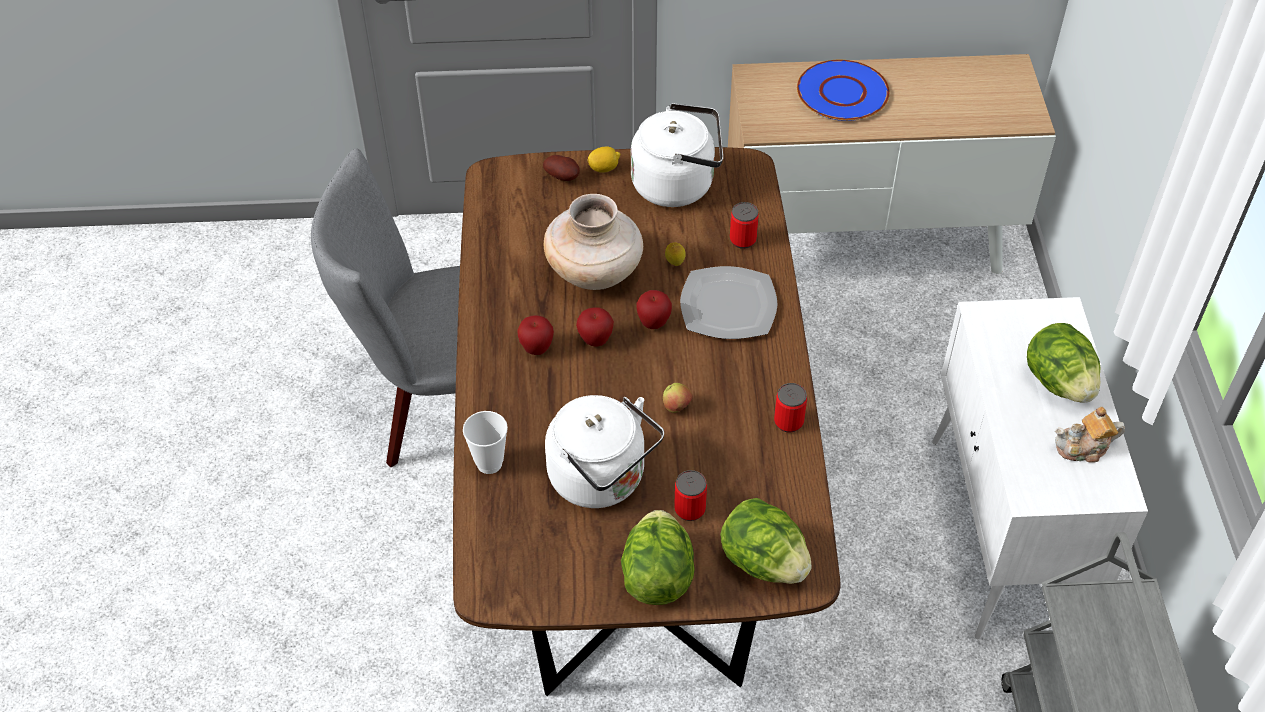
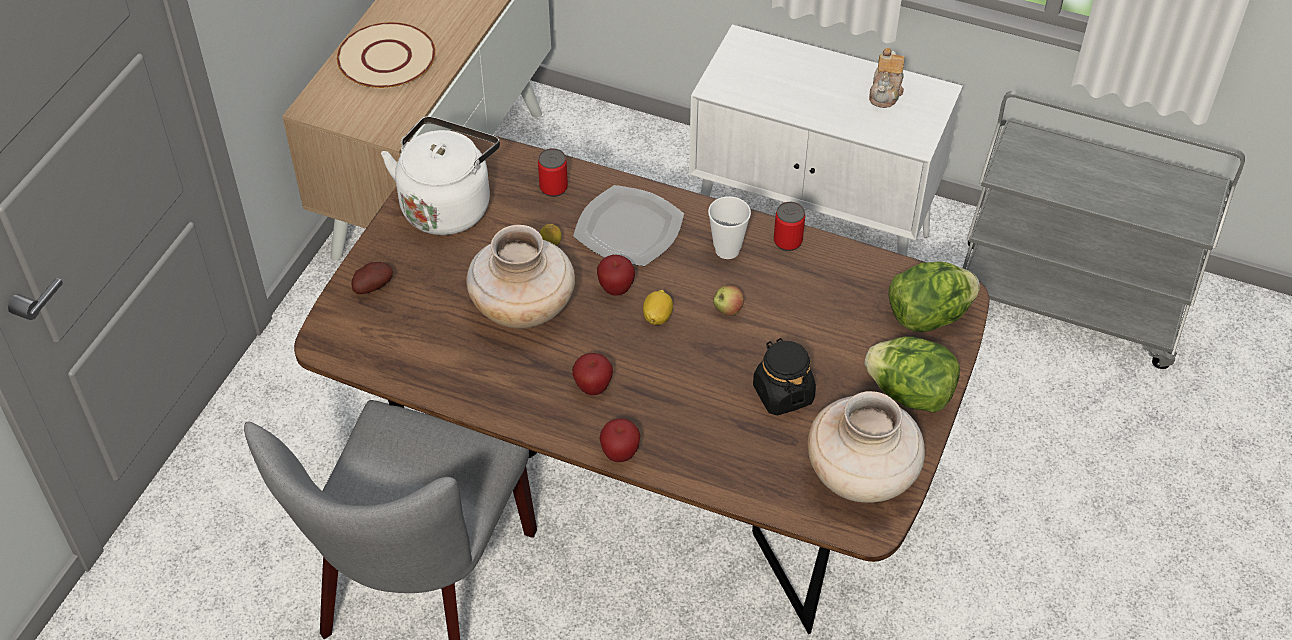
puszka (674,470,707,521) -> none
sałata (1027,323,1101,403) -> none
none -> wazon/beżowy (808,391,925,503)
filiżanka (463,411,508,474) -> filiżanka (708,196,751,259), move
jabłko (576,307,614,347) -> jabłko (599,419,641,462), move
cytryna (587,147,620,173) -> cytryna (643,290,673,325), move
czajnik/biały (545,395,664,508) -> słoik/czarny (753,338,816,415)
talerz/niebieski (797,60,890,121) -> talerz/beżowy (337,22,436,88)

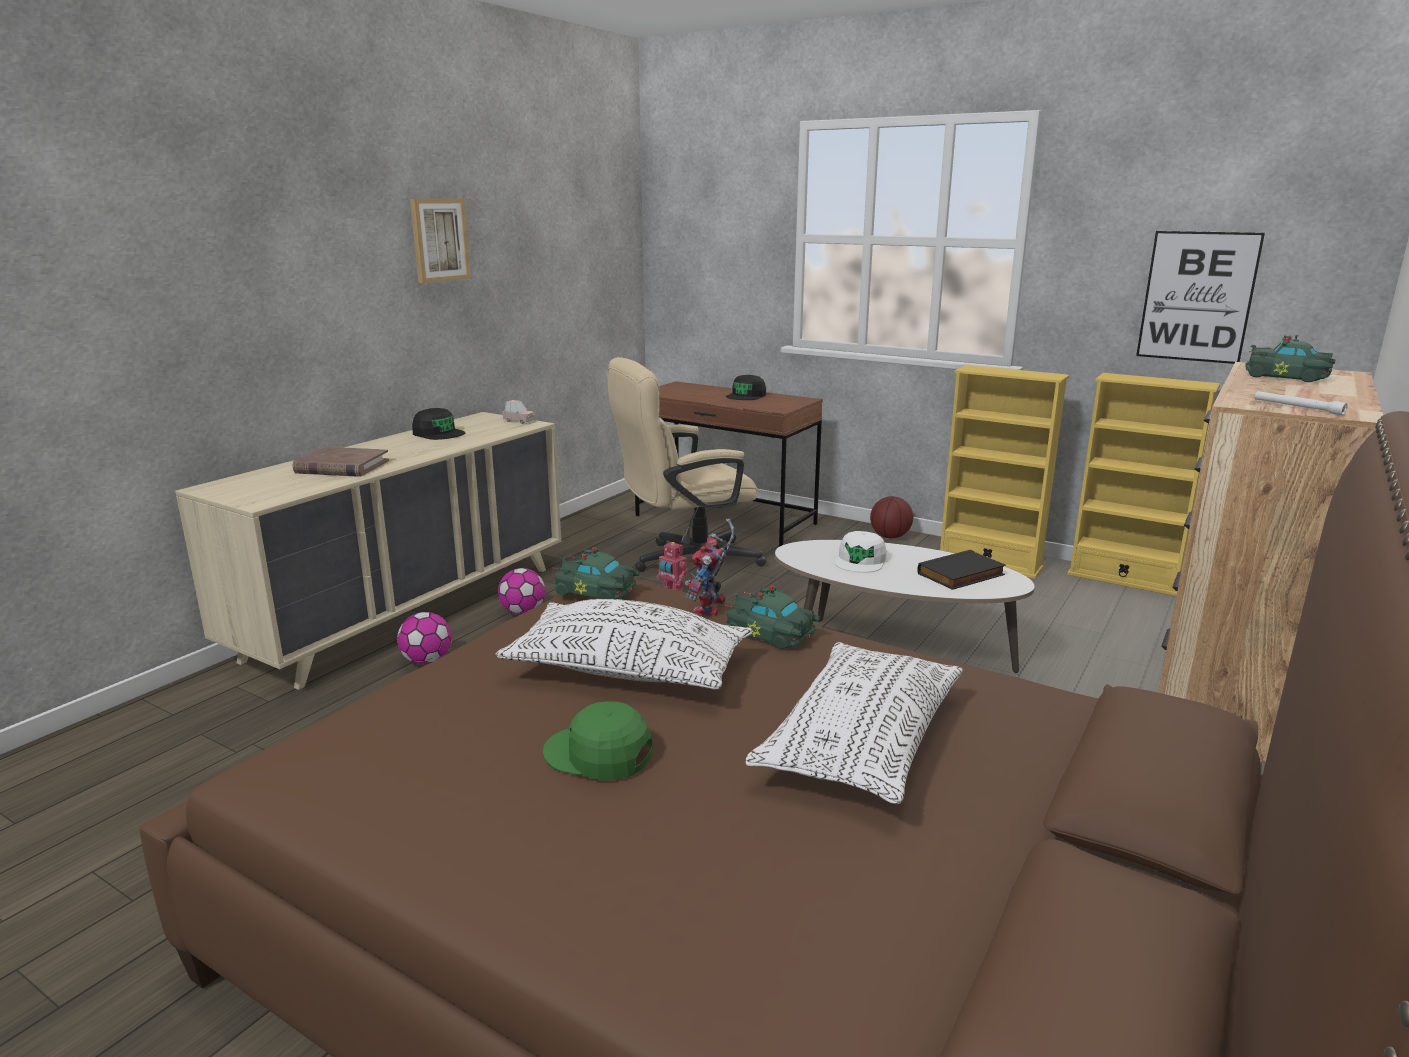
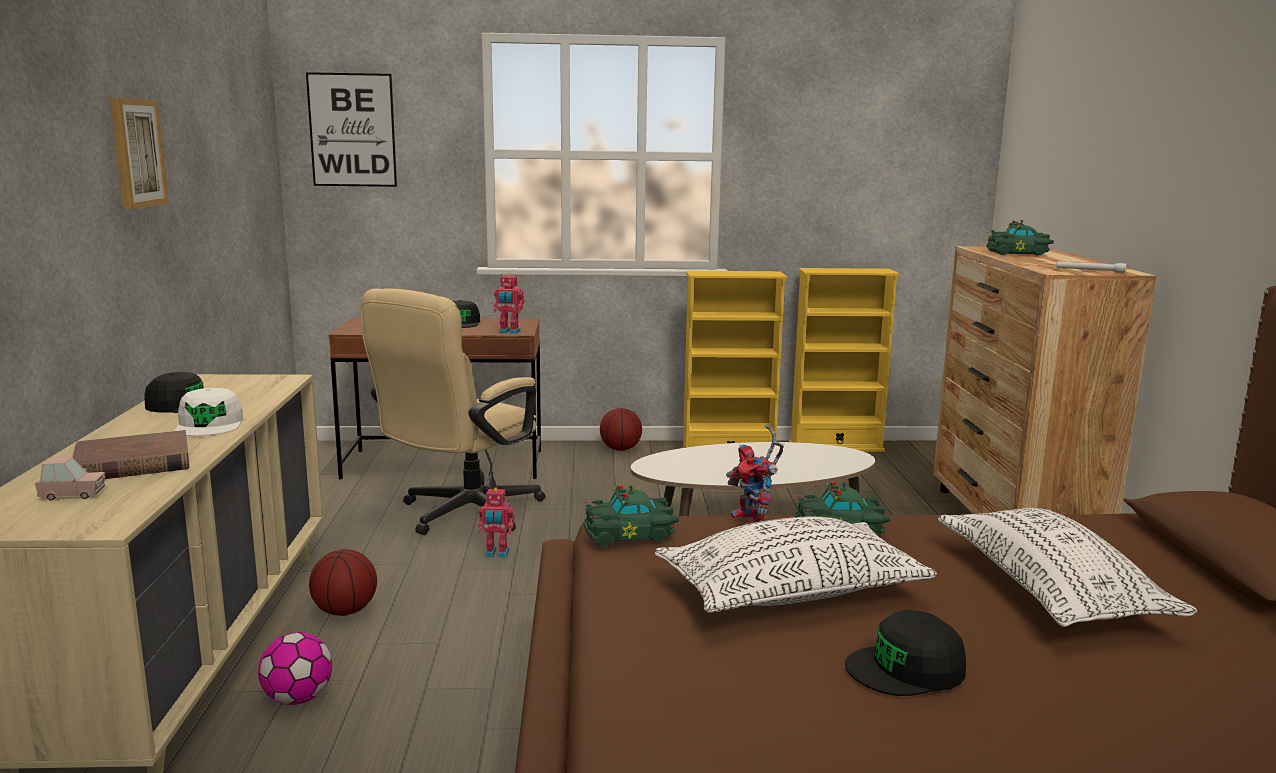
książka/czarny (917,550,1006,590) -> none
none -> robot zabawkowy (493,273,525,334)
samochodzik/różowy (502,400,535,424) -> samochodzik/różowy (35,457,105,501), move
czapka z daszkiem/biały (835,531,887,573) -> czapka z daszkiem/biały (175,388,243,436), move
obraz (1136,231,1265,364) -> obraz (306,72,397,187), move
piłka futbolowa (498,568,546,615) -> piłka do koszykówki (309,549,377,616)
czapka z daszkiem/zielony (543,701,653,780) -> czapka z daszkiem/czarny (845,610,966,696)

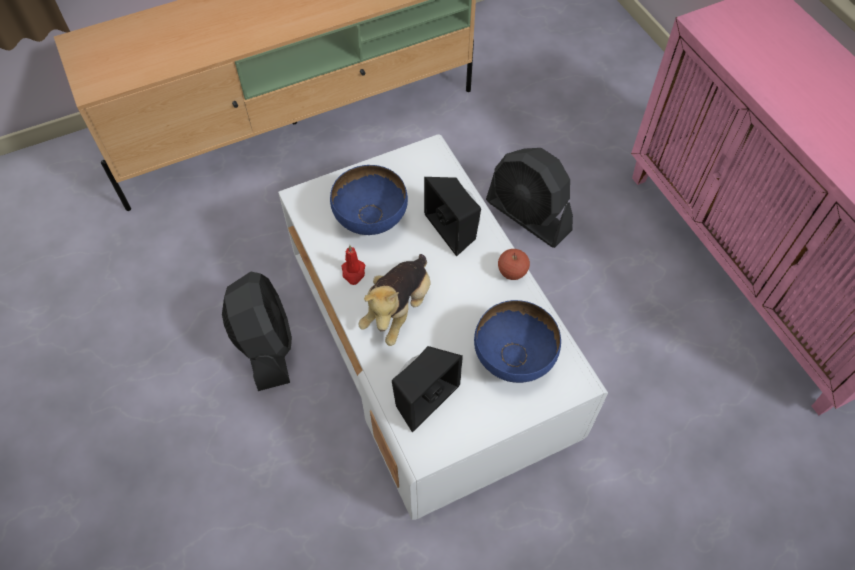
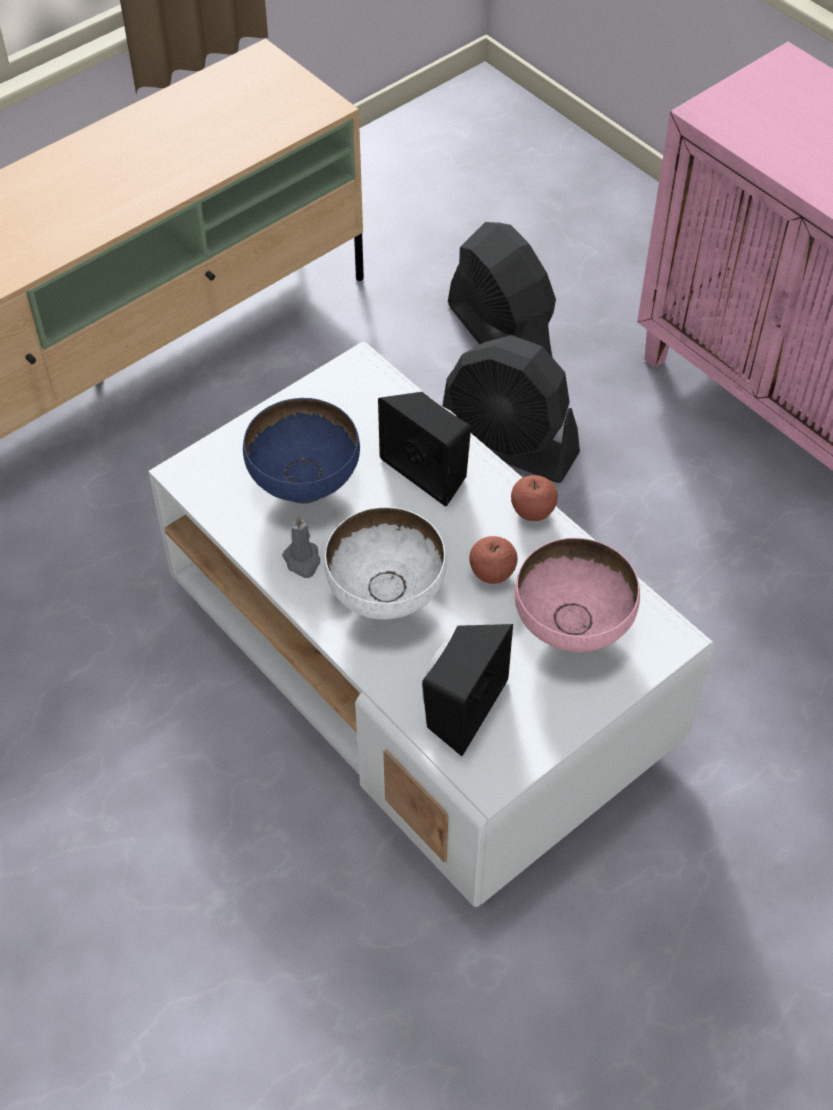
none -> jabłko (469,536,518,584)
wentylator/czarny (222,271,292,391) -> wentylator/czarny (448,222,556,356), move
pluszak (358,254,431,346) -> miska/biały (324,507,447,620)
świeca/czerwony (342,245,365,285) -> świeca/szary (282,515,320,578)
miska/niebieski (474,300,561,383) -> miska/różowy (514,538,640,652)

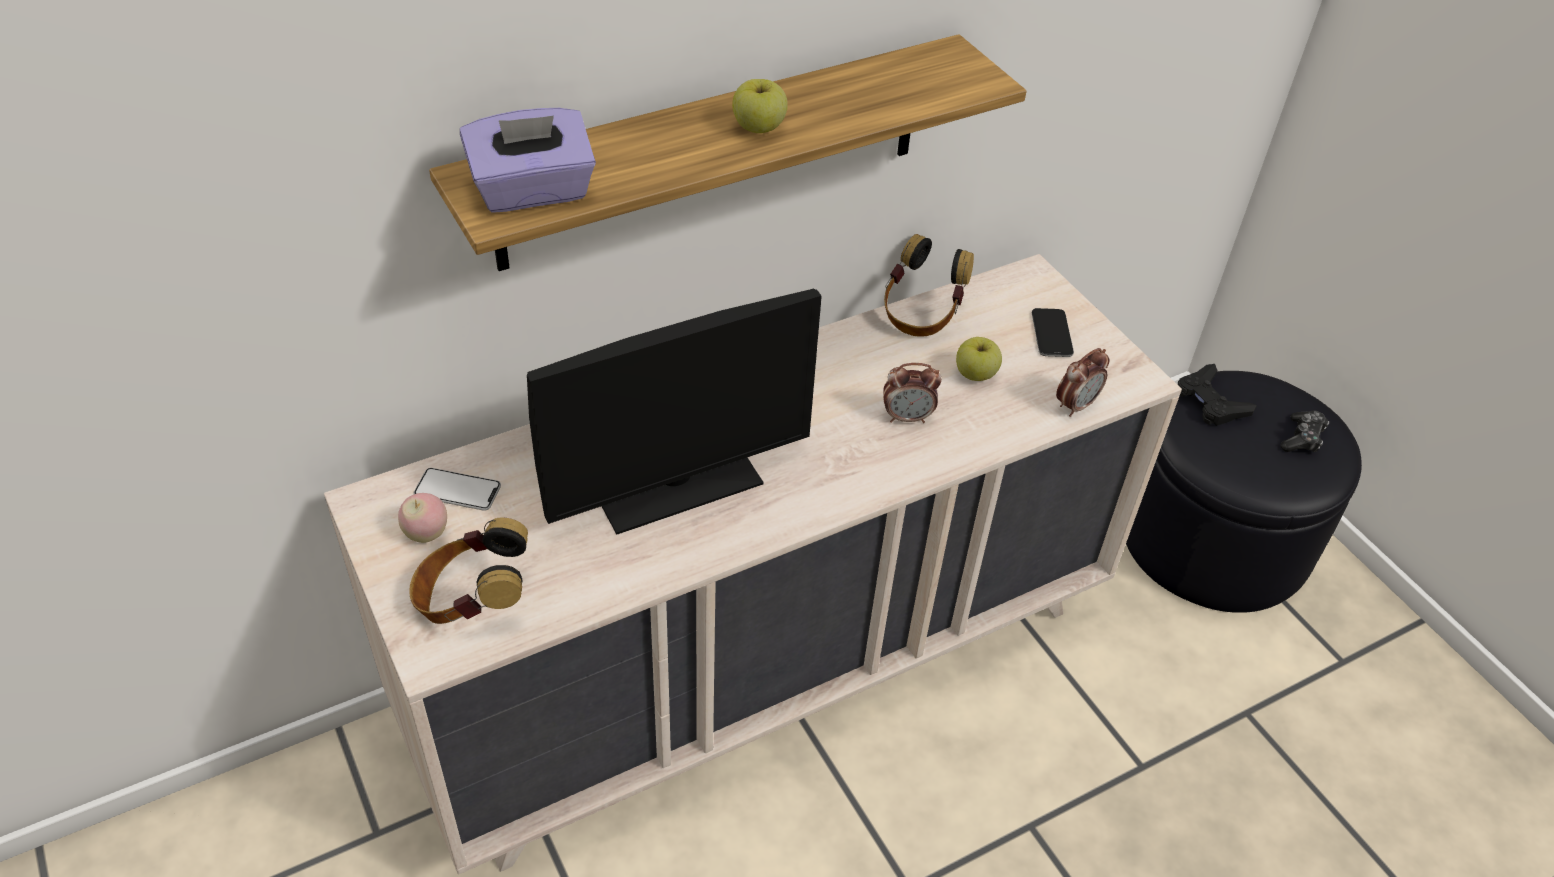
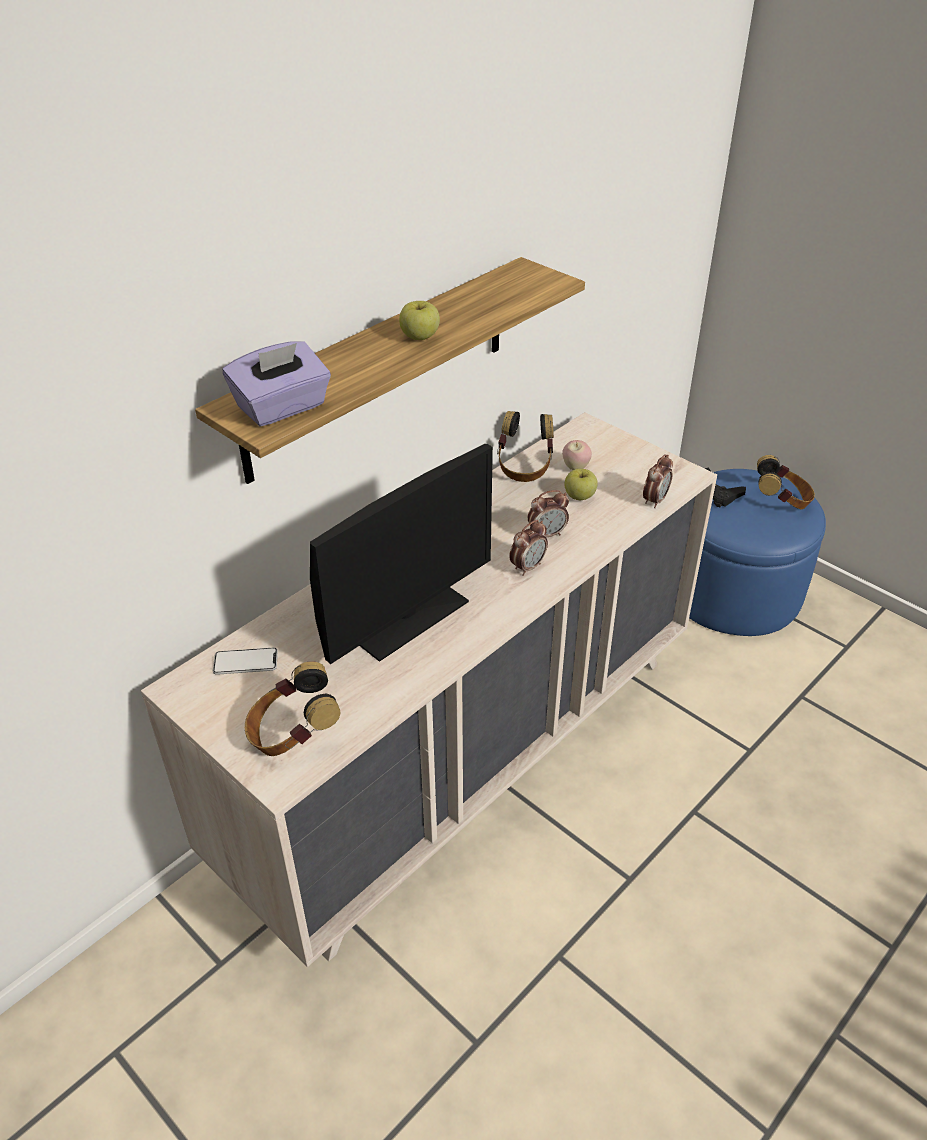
telefon (1032,308,1074,357) -> none
none -> budzik (509,520,548,576)
jabłko (398,493,447,543) -> jabłko (562,440,592,470), move
pad do gier (1280,411,1329,452) -> słuchawki (757,455,815,510)
pufa/czarny (1126,371,1362,613) -> pufa/niebieski (689,469,826,636)

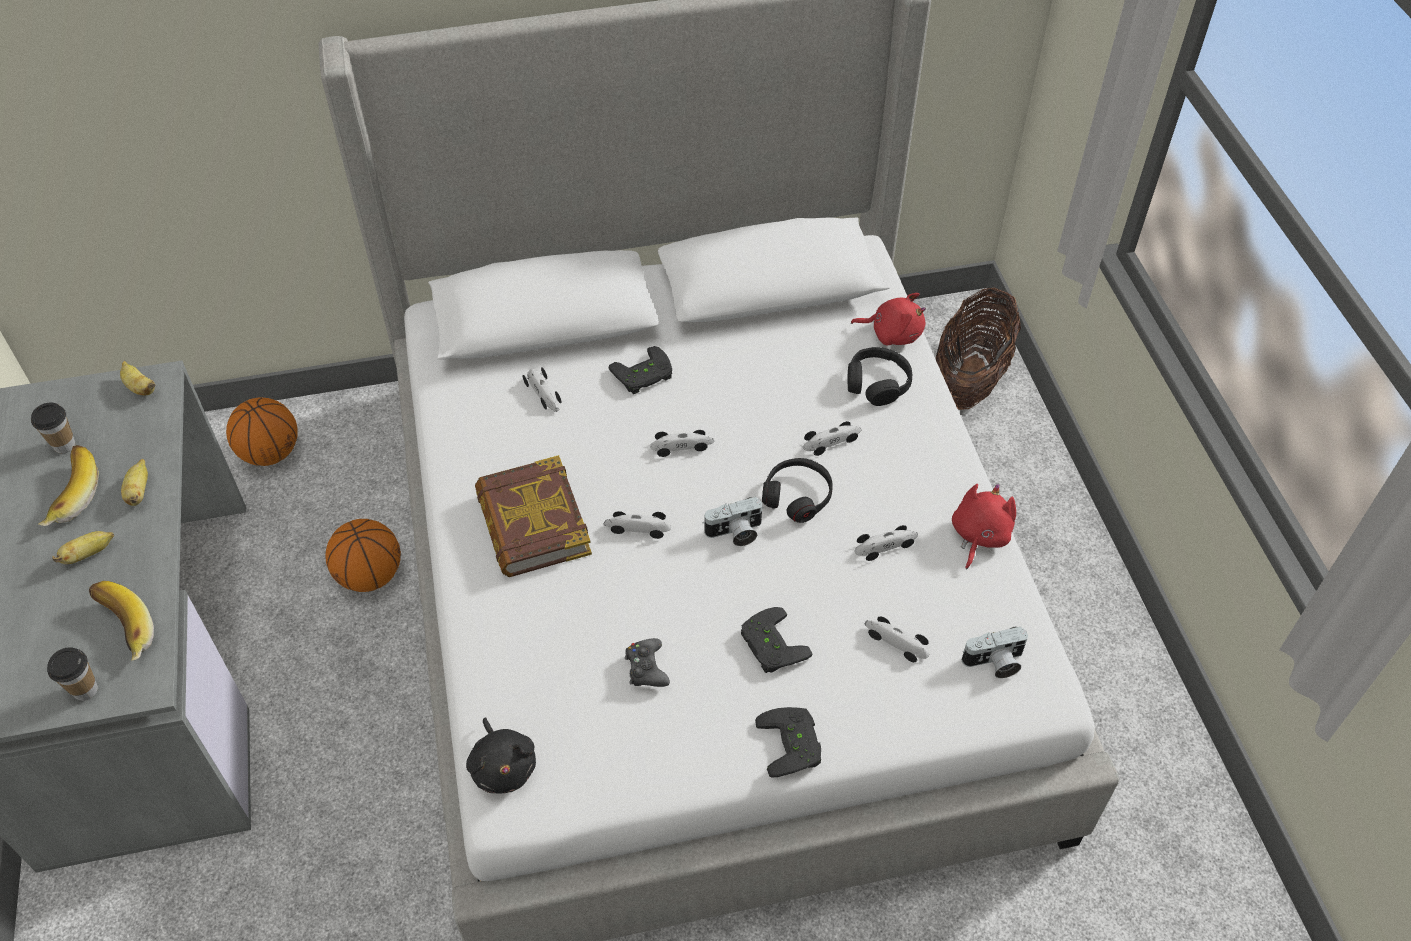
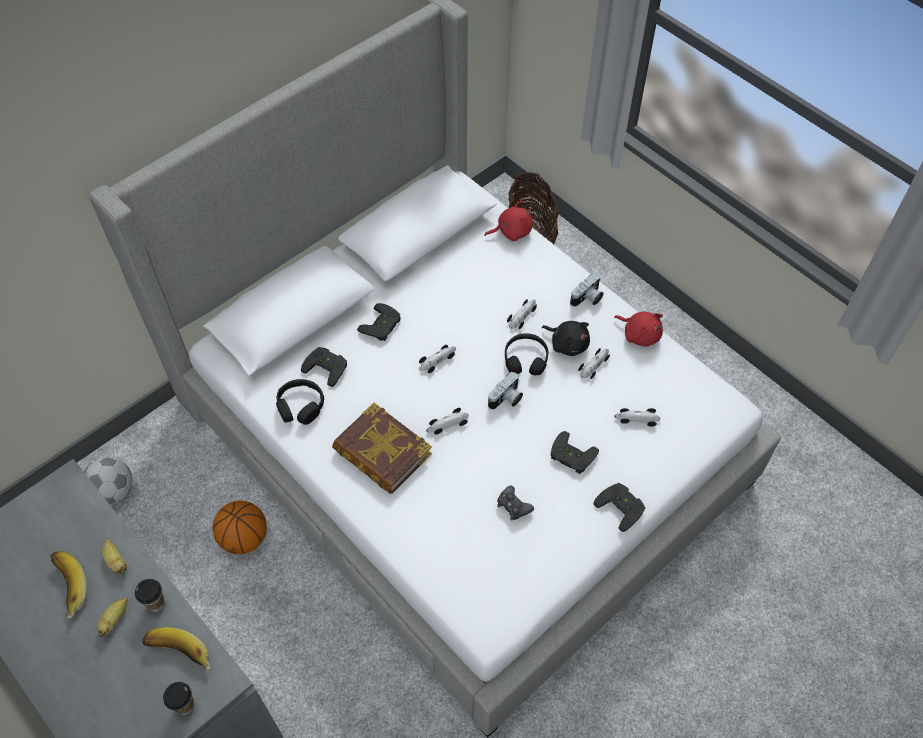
banan (120,361,155,395) -> none
filiżanka (31,403,75,453) -> filiżanka (135,579,165,612), move
pluszak/czarny (466,717,536,794) -> pluszak/czarny (542,321,590,356), move
słuchawki/czarny (848,347,912,406) -> słuchawki/czarny (276,379,324,425), move
aparat fotograficzny (962,627,1028,678) -> aparat fotograficzny (570,273,604,307), move
piłka do koszykówki (226,398,298,466) -> piłka futbolowa (84,457,132,505)
samochodzik (523,367,561,412) -> pad do gier/czarny (301,347,347,387)
pluszak/czerwony (952,484,1016,570) -> pluszak/czerwony (614,312,663,347), 135 degrees clockwise

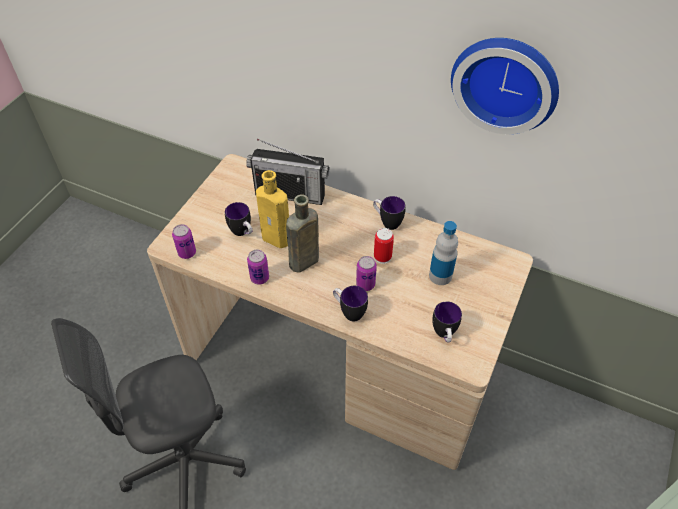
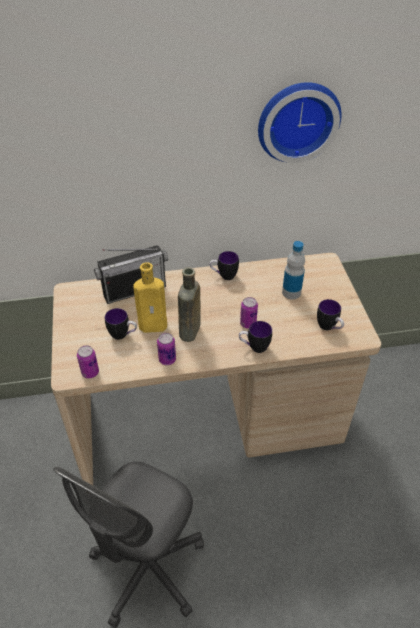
puszka (374,228,394,264) -> none

